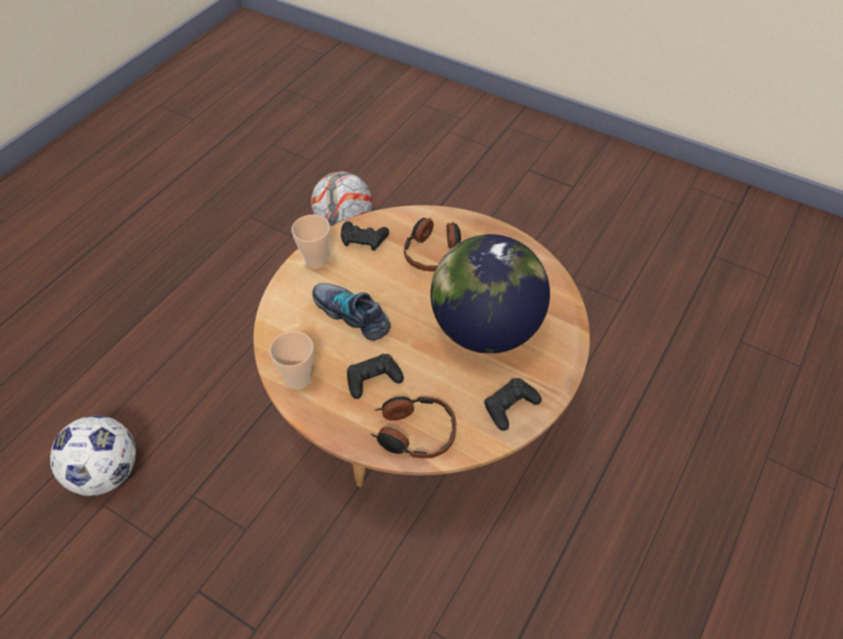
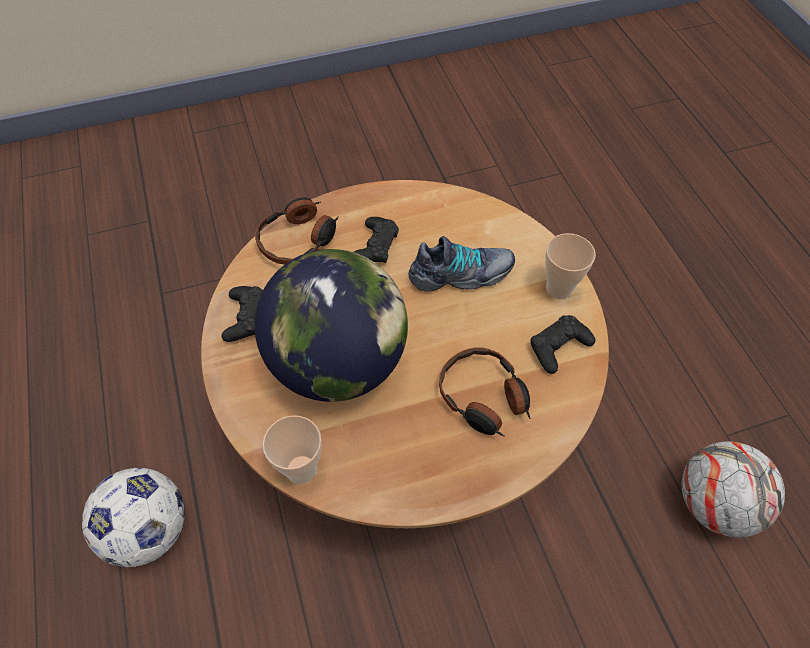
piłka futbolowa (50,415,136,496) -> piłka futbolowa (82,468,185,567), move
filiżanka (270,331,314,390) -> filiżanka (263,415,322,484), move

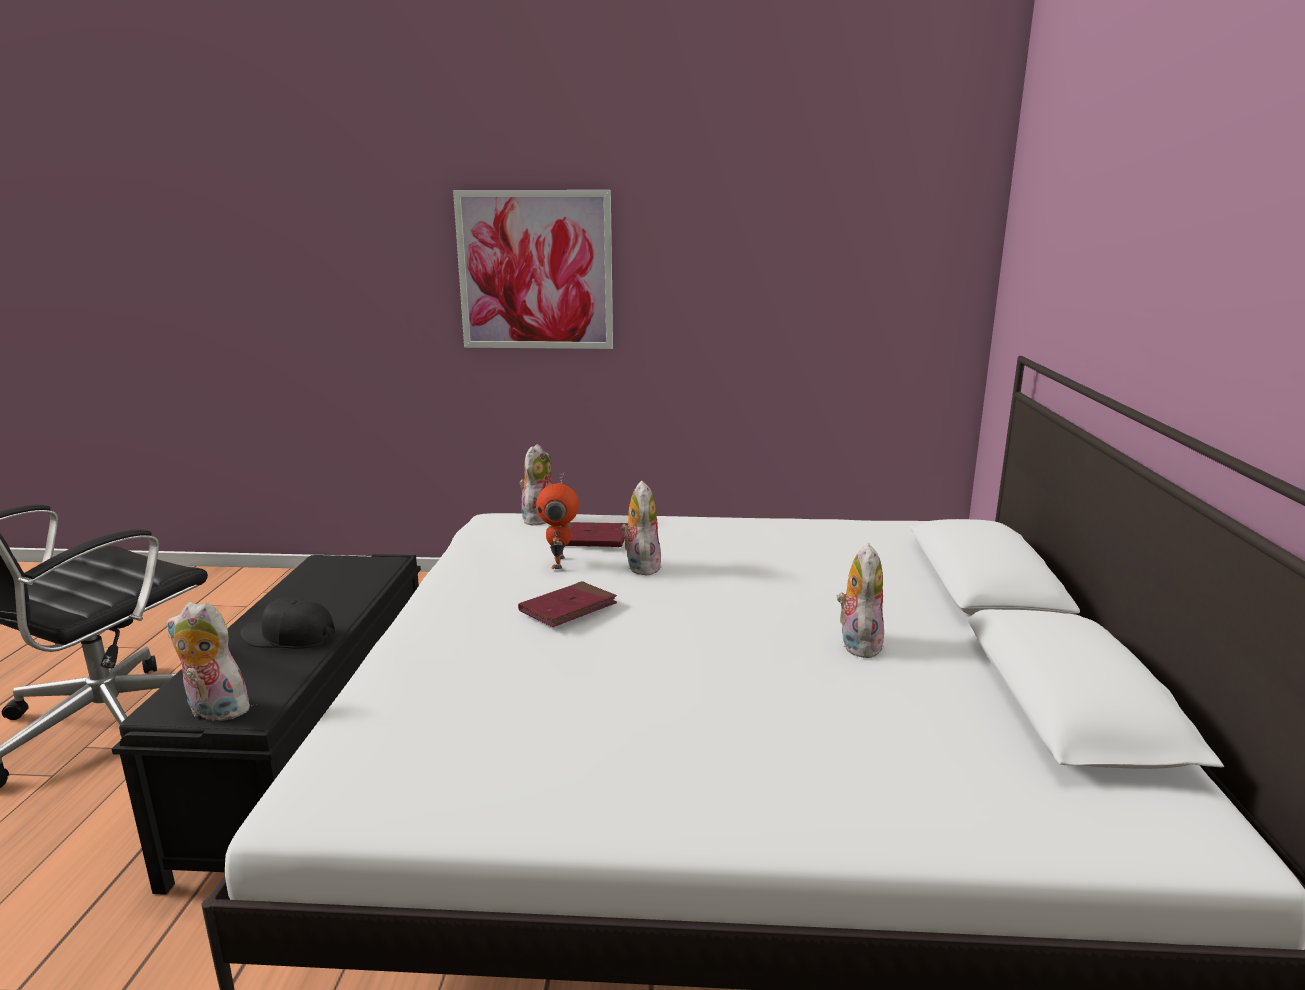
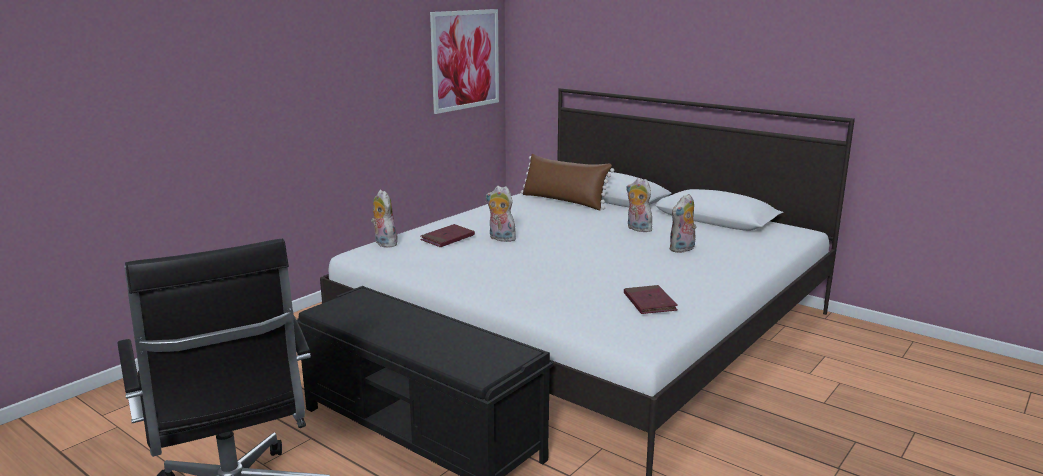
czapka z daszkiem/czarny (241,598,336,649) -> none
robot zabawkowy (536,472,579,569) -> none
none -> poduszka/brązowy (521,154,614,210)
pluszak (167,602,250,724) -> pluszak (669,194,696,253), move
obraz (453,190,613,349) -> obraz (430,9,499,114), move
książka/czerwony (518,581,617,627) -> książka/czerwony (624,285,678,314), move

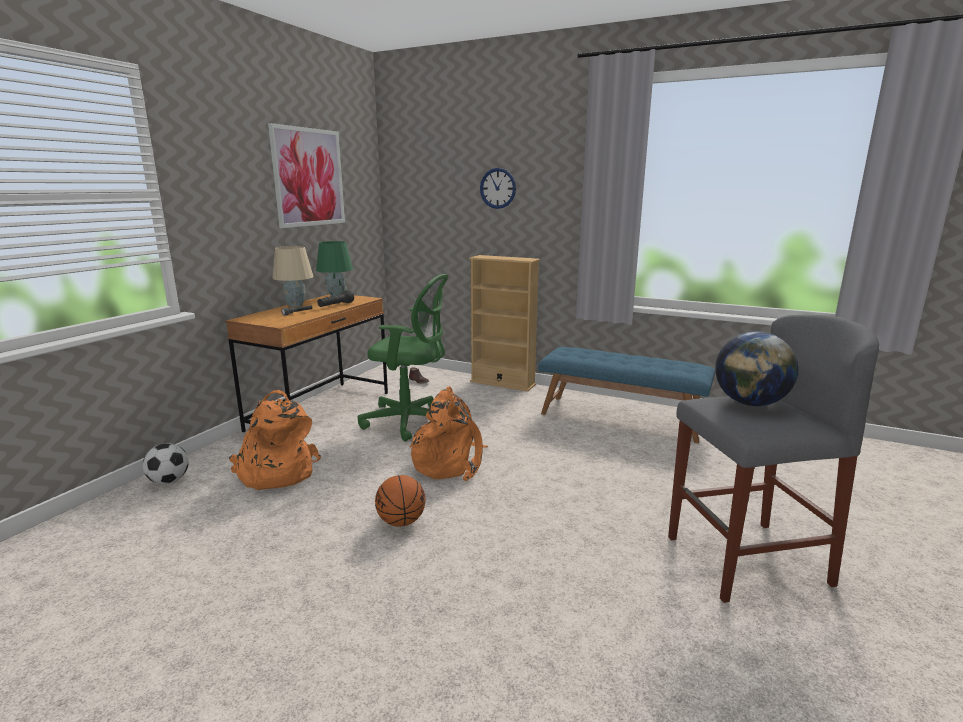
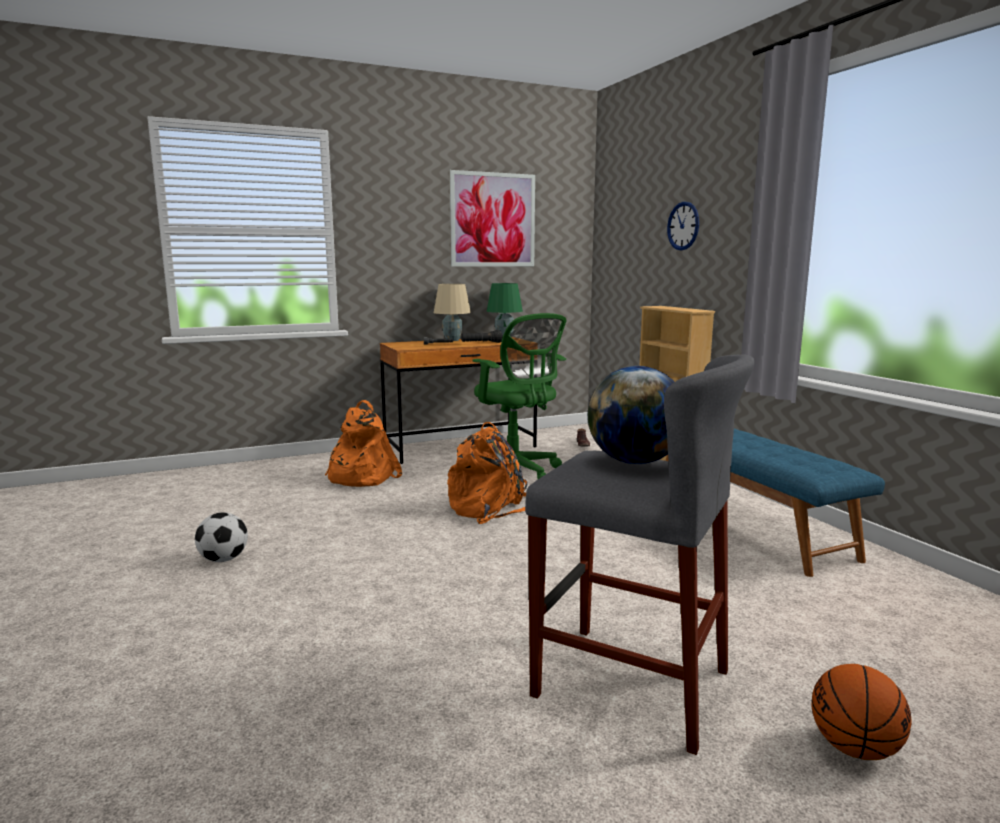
piłka futbolowa (142,443,189,484) -> piłka futbolowa (195,512,248,562), move
piłka do koszykówki (375,475,425,527) -> piłka do koszykówki (812,664,911,760), move

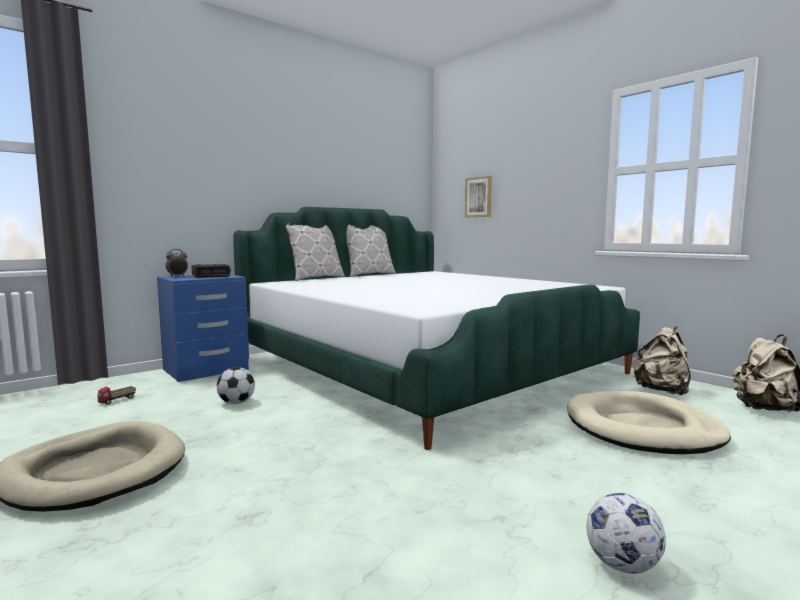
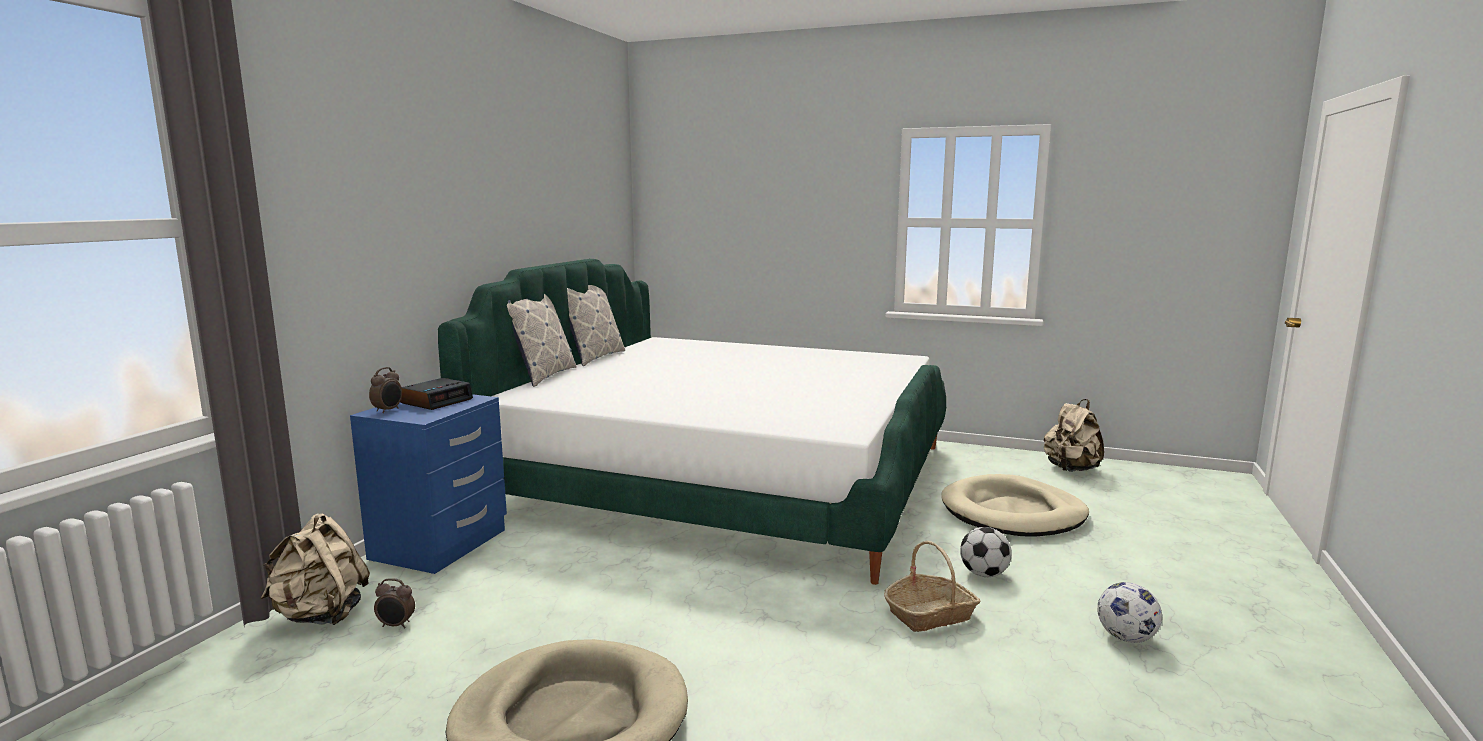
obraz (465,176,492,218) -> none
none -> koszyk (884,541,981,632)
piłka futbolowa (217,367,255,404) -> piłka futbolowa (960,527,1012,577), move
plecak/beżowy (633,325,691,395) -> plecak/beżowy (261,513,370,625), move
ciężarówka zabawkowa (98,386,136,405) -> budzik (374,578,415,628)

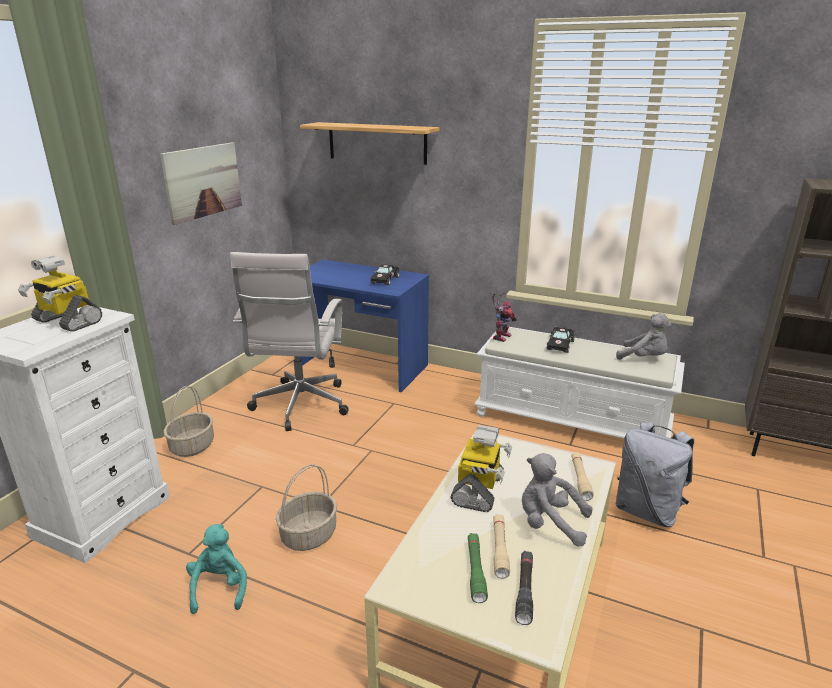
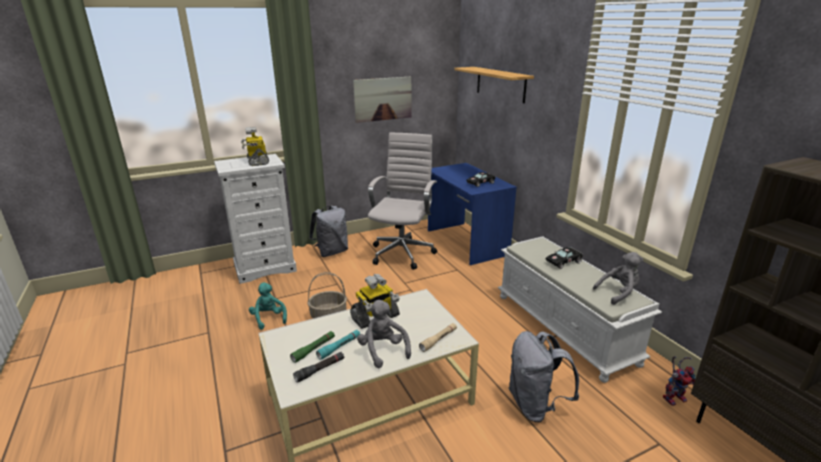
robot zabawkowy (492,292,517,342) -> robot zabawkowy (663,356,696,406), move
koszyk (163,386,214,457) -> plecak/szary (309,206,348,257)
latarka/beżowy (493,514,510,579) -> latarka/turkusowy (316,330,360,360)
pluszak/turkusowy (186,524,247,614) -> pluszak/turkusowy (249,283,287,330), 60 degrees counterclockwise
krzesło biurowe/biały (230,252,349,431) -> krzesło biurowe/biały (368,132,437,270), 150 degrees clockwise
pluszak/szary (616,313,671,360) -> pluszak/szary (593,252,643,305), 90 degrees counterclockwise

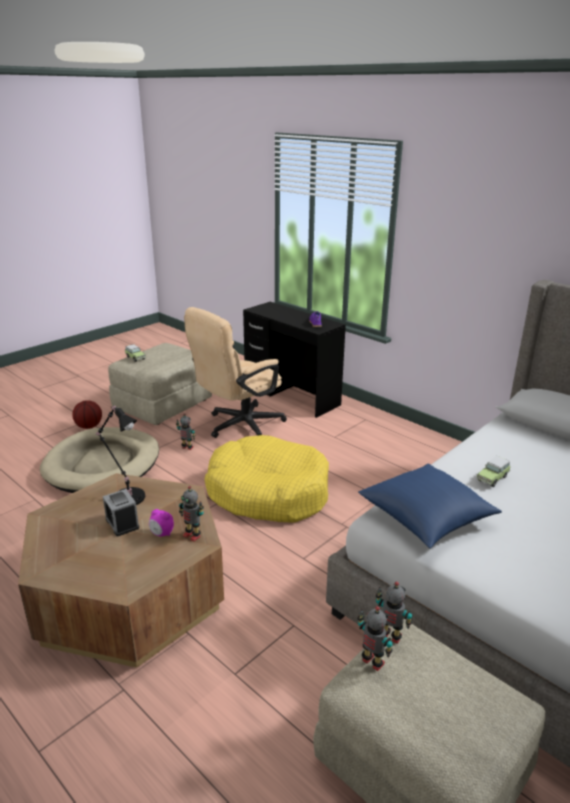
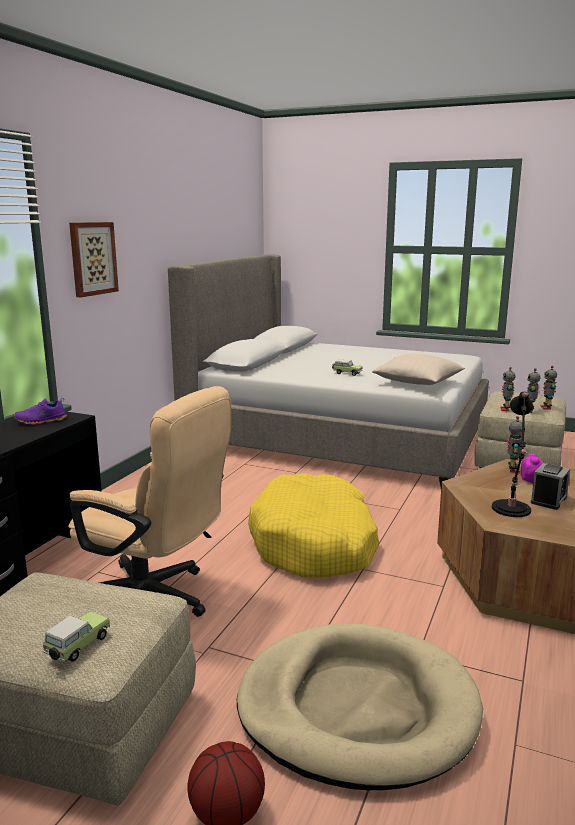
none -> obraz (69,222,119,297)
robot zabawkowy (176,413,196,450) -> robot zabawkowy (540,366,557,410), move
poduszka/niebieski (358,464,502,548) -> poduszka/beżowy (372,354,465,385)

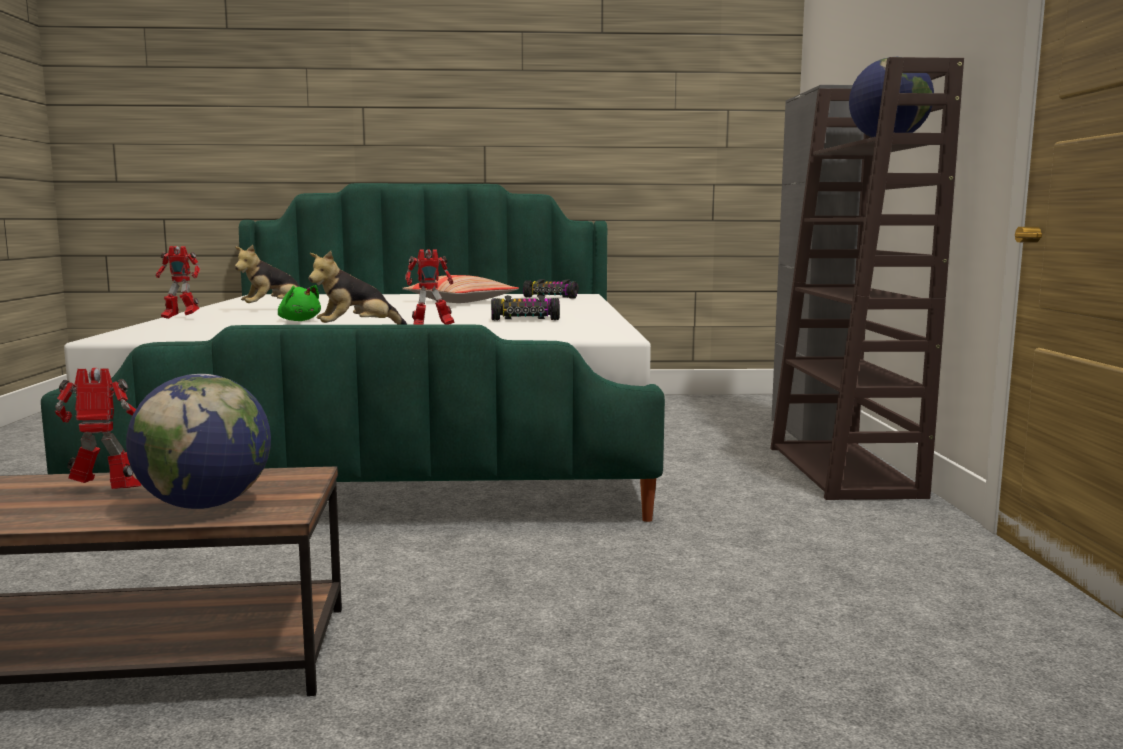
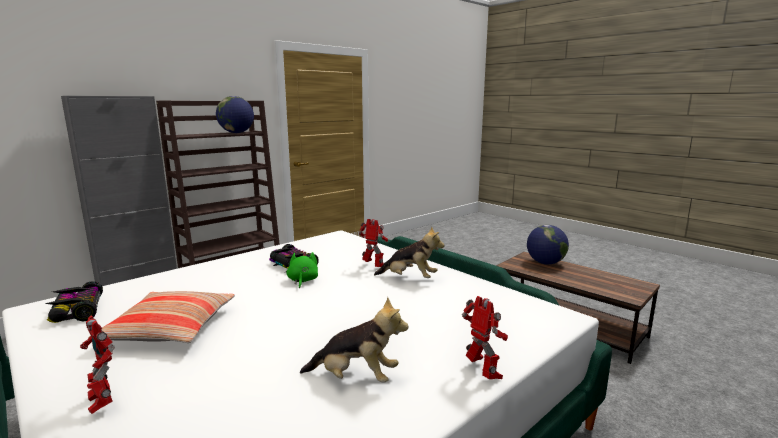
robot zabawkowy (54,368,141,489) -> robot zabawkowy (80,315,115,414), move
pluszak/zielony (278,285,321,321) -> pluszak/zielony (287,252,318,288), move

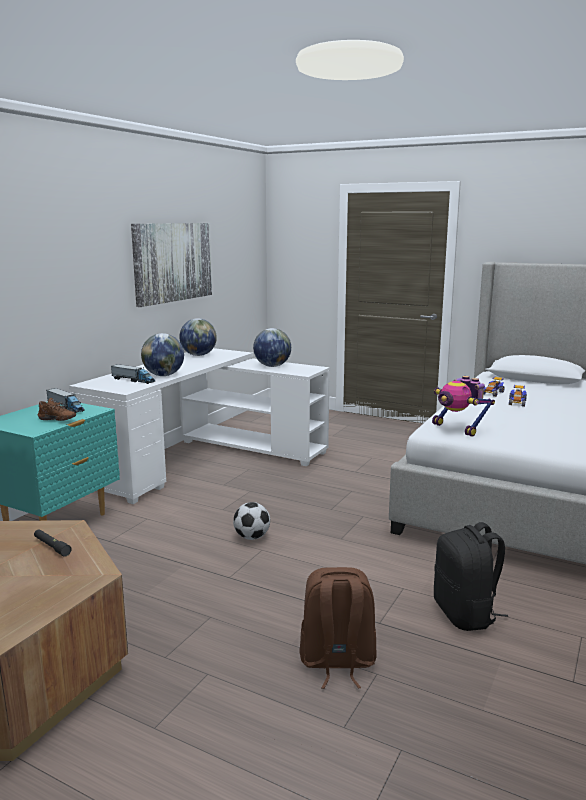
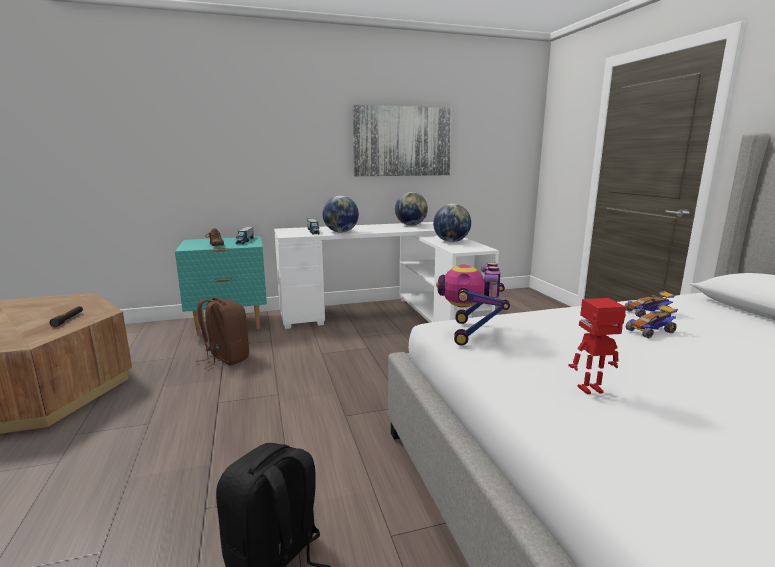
piłka futbolowa (233,502,270,540) -> none
none -> robot zabawkowy (568,298,626,394)
plecak/brązowy (300,567,376,689) -> plecak/brązowy (196,297,249,368), move

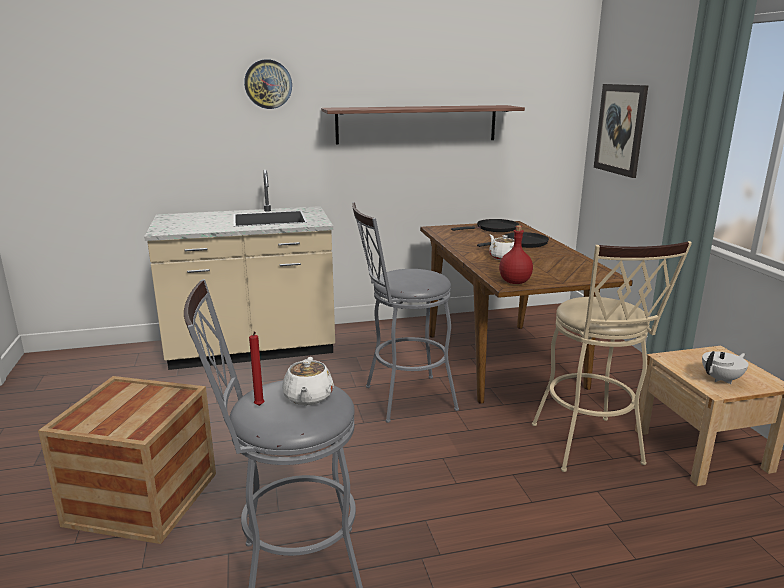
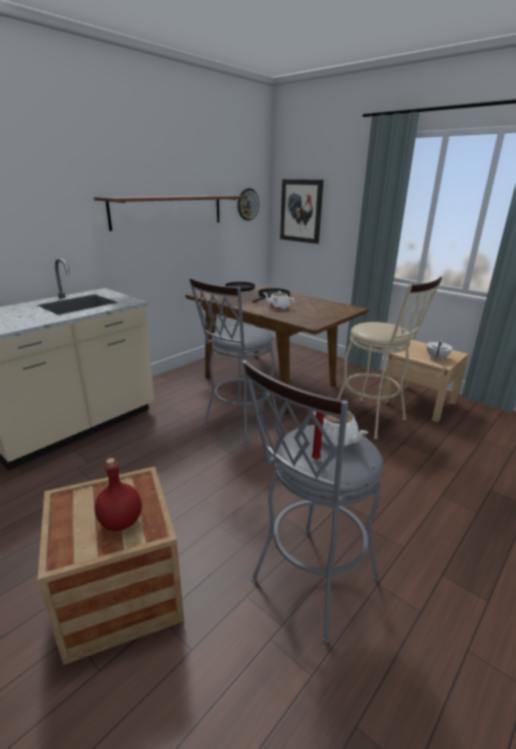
zegar ścienny (244,59,292,109) -> zegar ścienny (237,188,259,221), move
butelka/czerwony (499,225,533,284) -> butelka/czerwony (95,458,142,531), move

